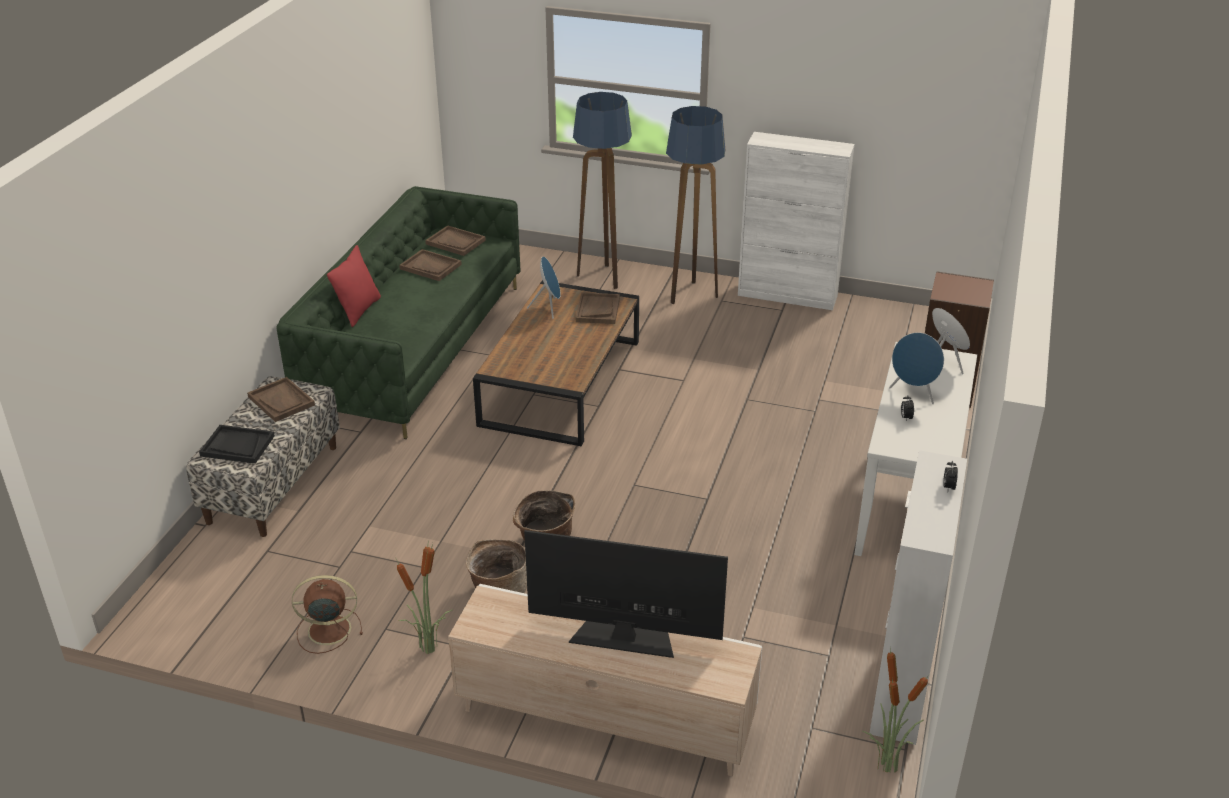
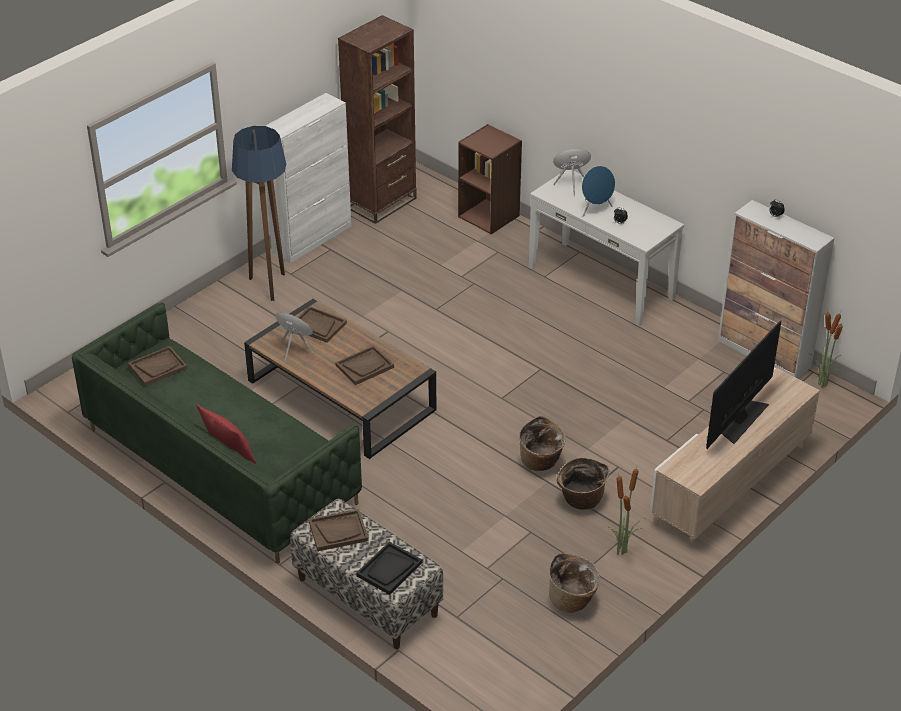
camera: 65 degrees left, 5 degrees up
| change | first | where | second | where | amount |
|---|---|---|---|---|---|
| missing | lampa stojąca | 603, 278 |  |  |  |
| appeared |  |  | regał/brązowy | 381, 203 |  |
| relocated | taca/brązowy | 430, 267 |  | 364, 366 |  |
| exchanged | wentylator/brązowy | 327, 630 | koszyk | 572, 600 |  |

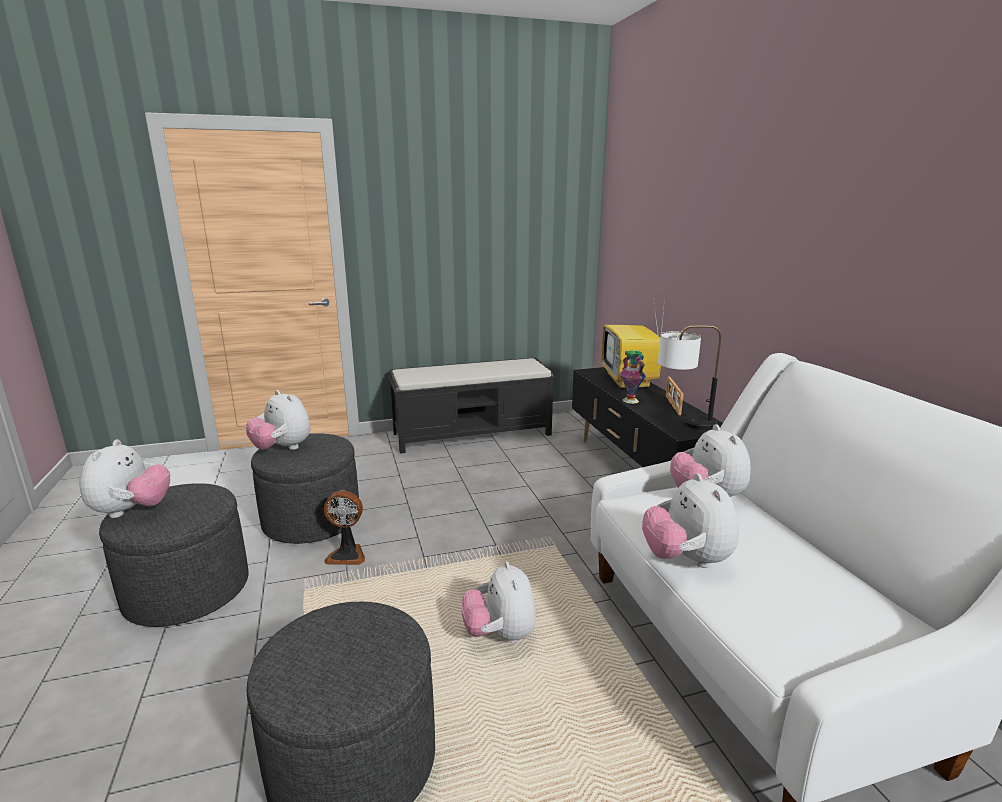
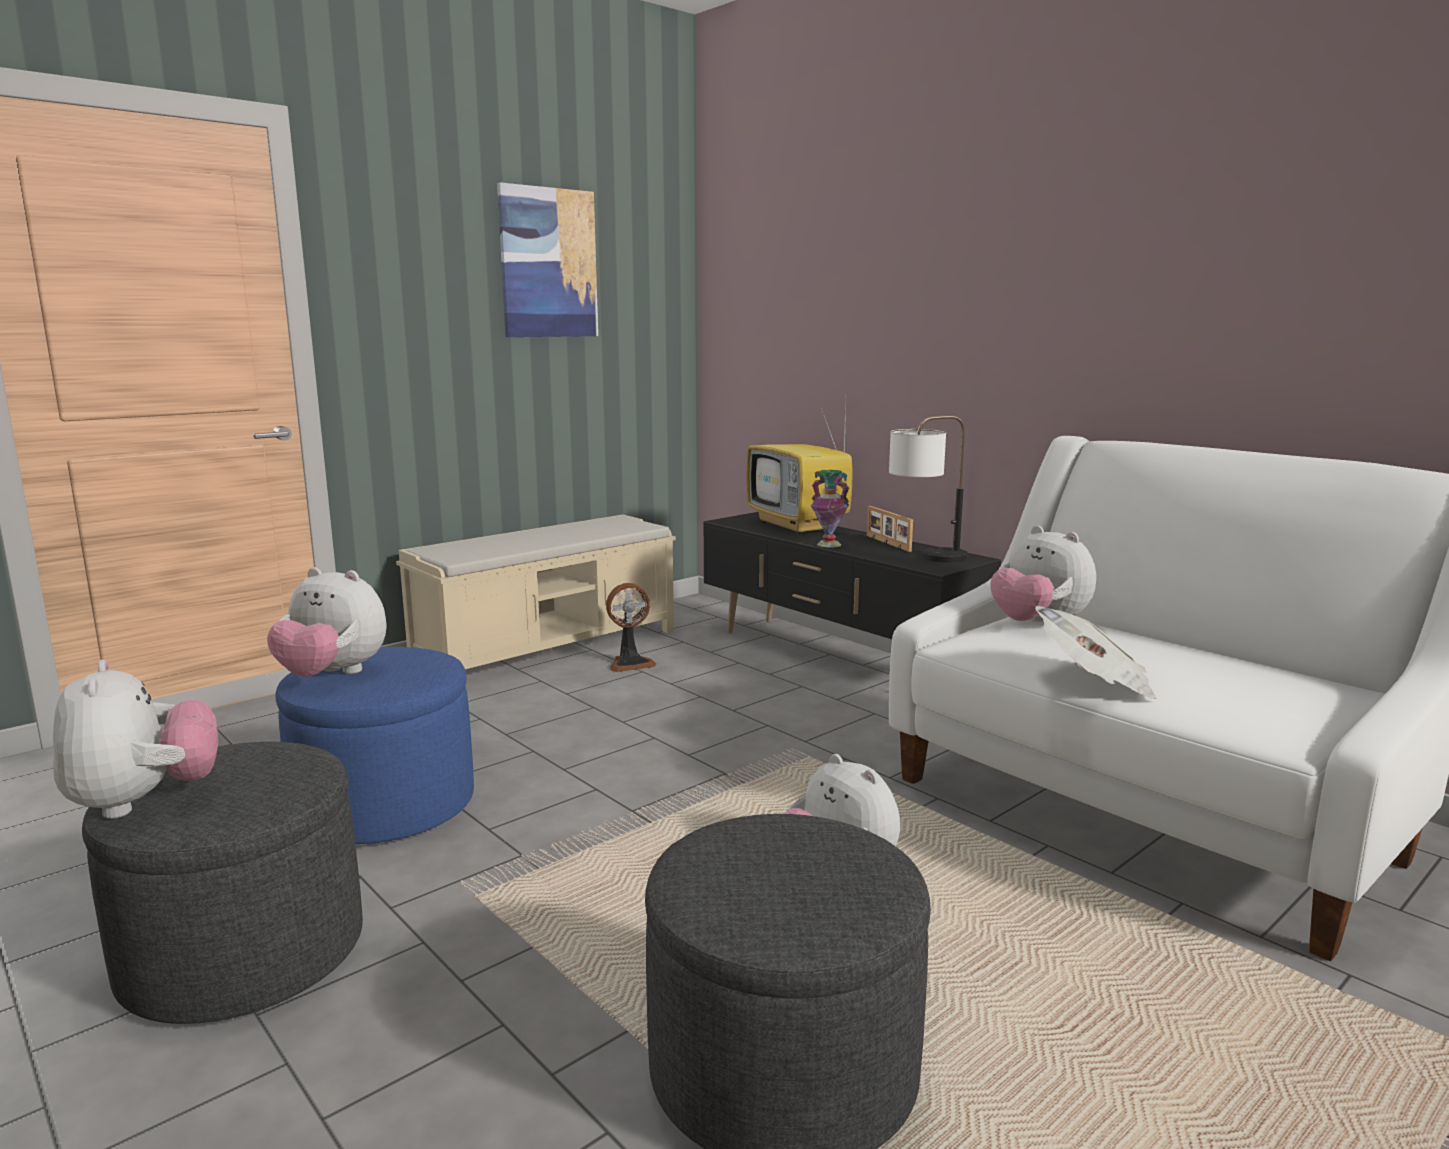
camera: 25 degrees left, 5 degrees down
| change | first | where | second | where | amount |
|---|---|---|---|---|---|
| appeared |  |  | obraz | 548, 263 |  |
| relocated | wentylator | 347, 555 |  | 630, 663 |  |
| exchanged | pluszak | 686, 560 | gazeta | 1094, 682 |  |
| colour | pufa/szary | 312, 520 | pufa/niebieski | 385, 805 |  |
| colour | ławka/czarny | 473, 434 | ławka/beżowy | 549, 647 |  |

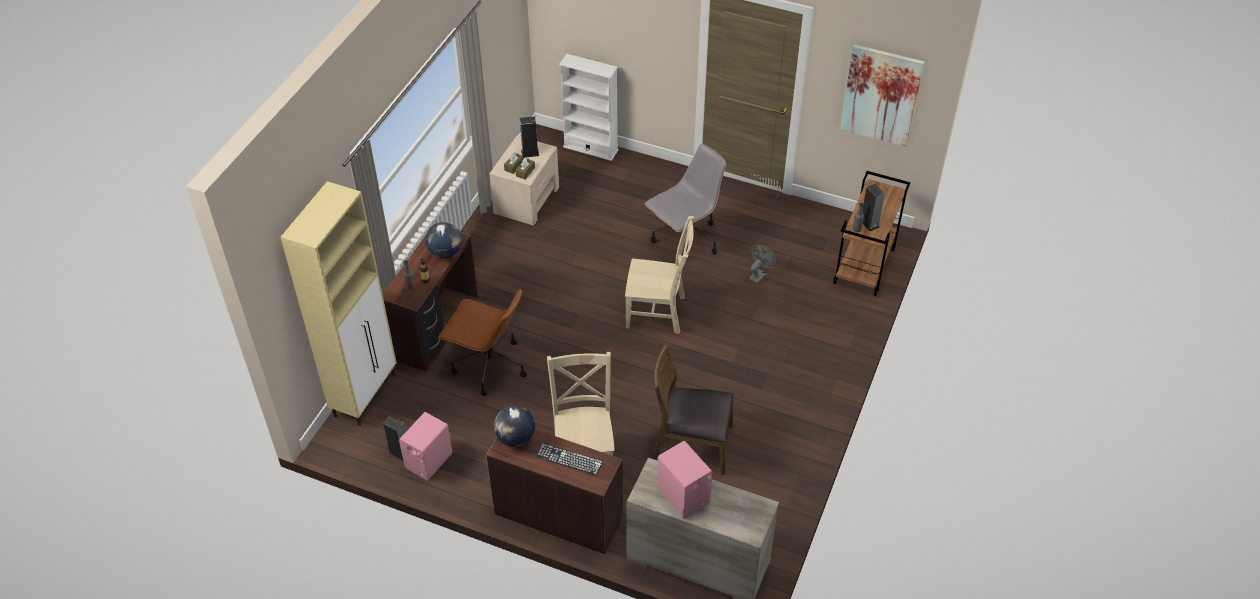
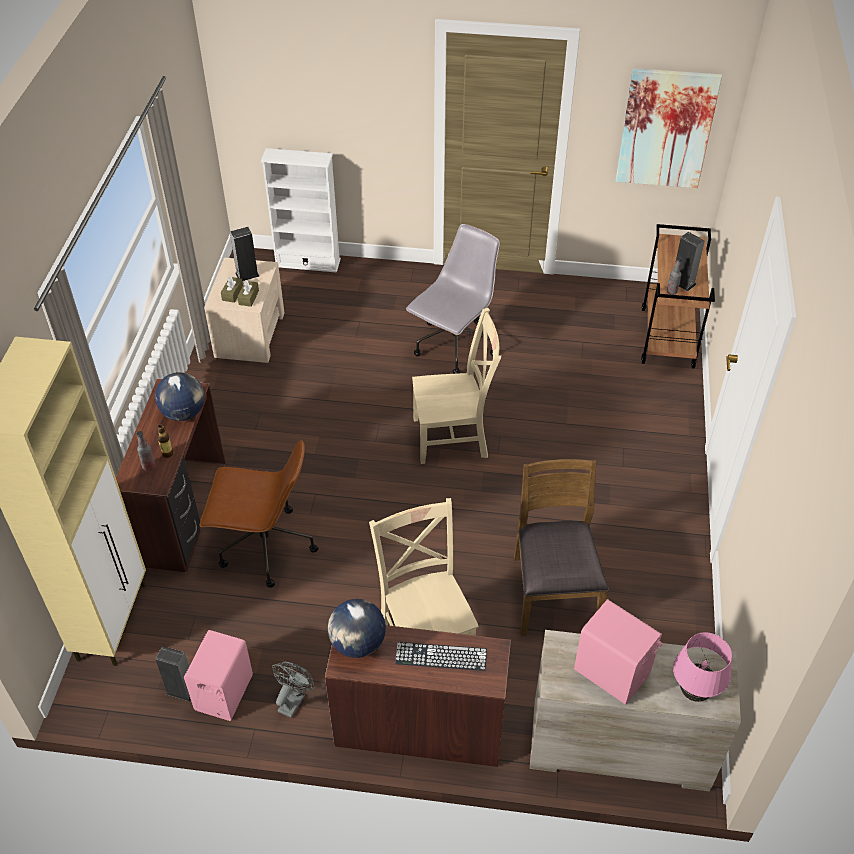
camera: 15 degrees left, 0 degrees up
| change | first | where | second | where | amount |
|---|---|---|---|---|---|
| appeared |  |  | lampa stołowa/różowy | 694, 693 |  |
| relocated | wentylator/szary | 759, 275 |  | 293, 700 |  |
| spun | krzesło/brązowy | 692, 444 |  | 553, 592 | 90 degrees clockwise |

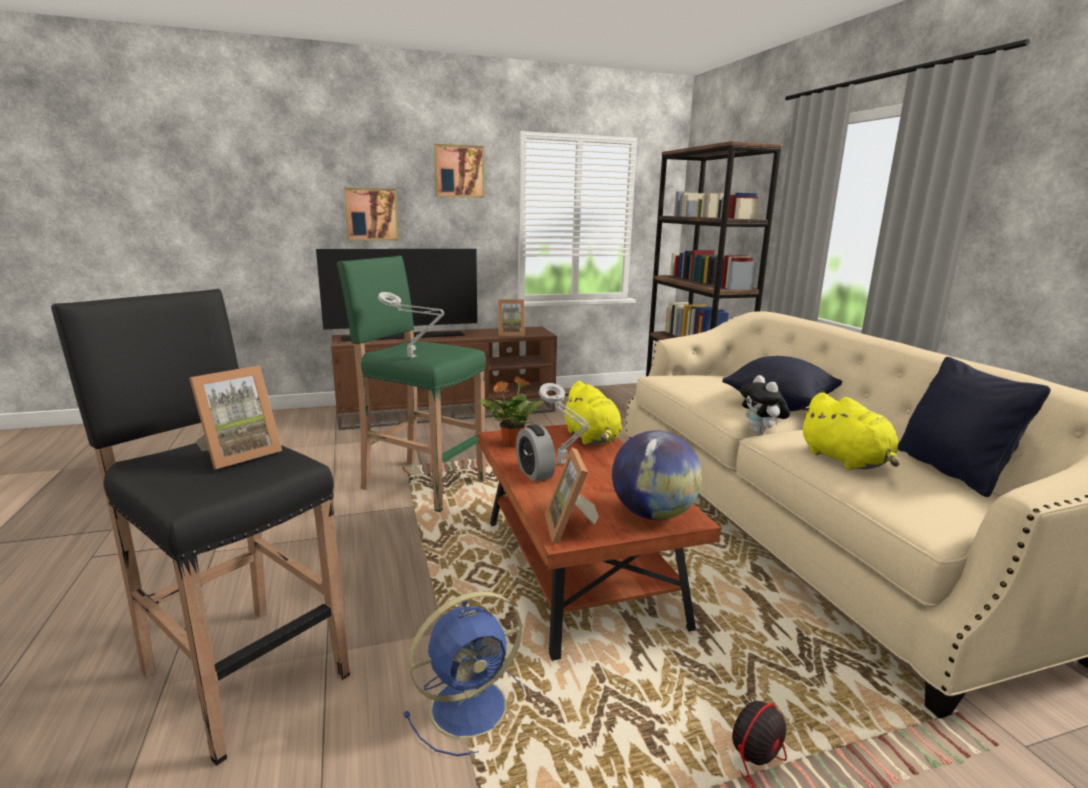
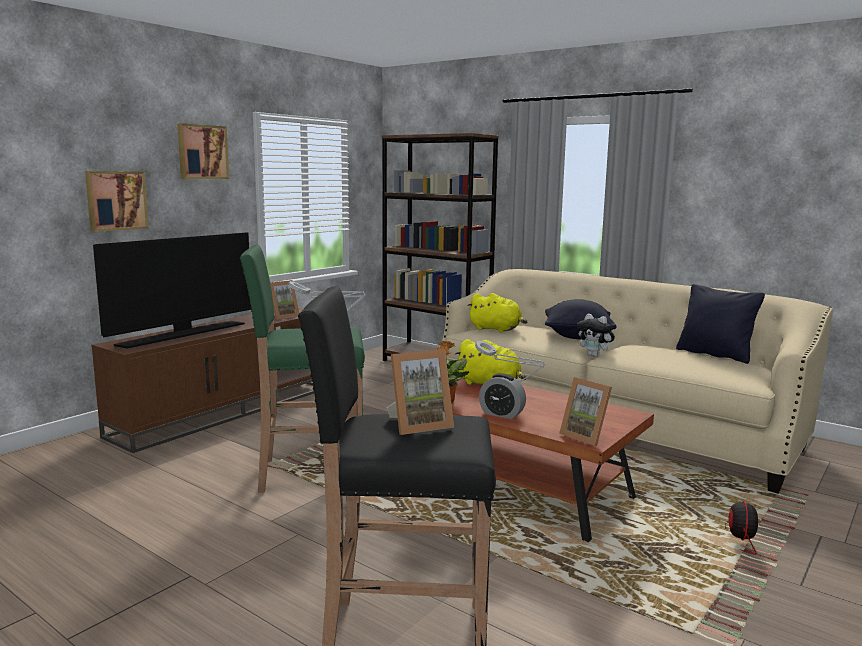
camera: 35 degrees left, 5 degrees down
| change | first | where | second | where | amount |
|---|---|---|---|---|---|
| missing | wentylator/niebieski | 472, 706 |  |  |  |
| missing | globus | 653, 514 |  |  |  |
| relocated | pluszak/żółty | 846, 461 |  | 497, 329 |  |
| spun | ramka na zdjęcie | 239, 454 |  | 418, 424 | 60 degrees clockwise |

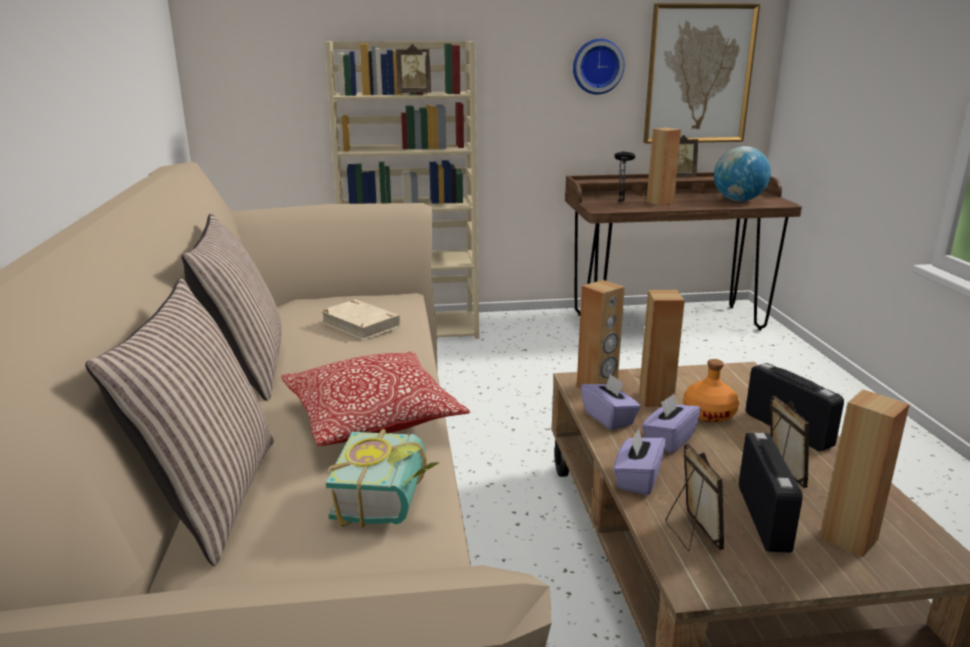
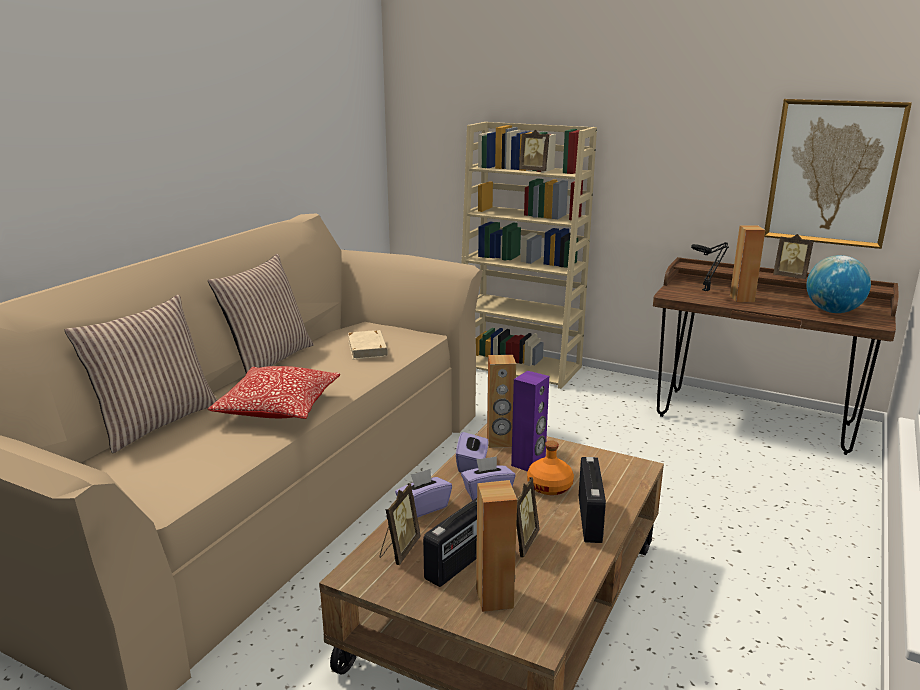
camera: 35 degrees right, 0 degrees up
| change | first | where | second | where | amount |
|---|---|---|---|---|---|
| missing | książka | 391, 499 |  |  |  |
| missing | zegar ścienny | 597, 66 |  |  |  |
| colour | głośnik/brązowy | 656, 399 | głośnik/fioletowy | 528, 464 |  |

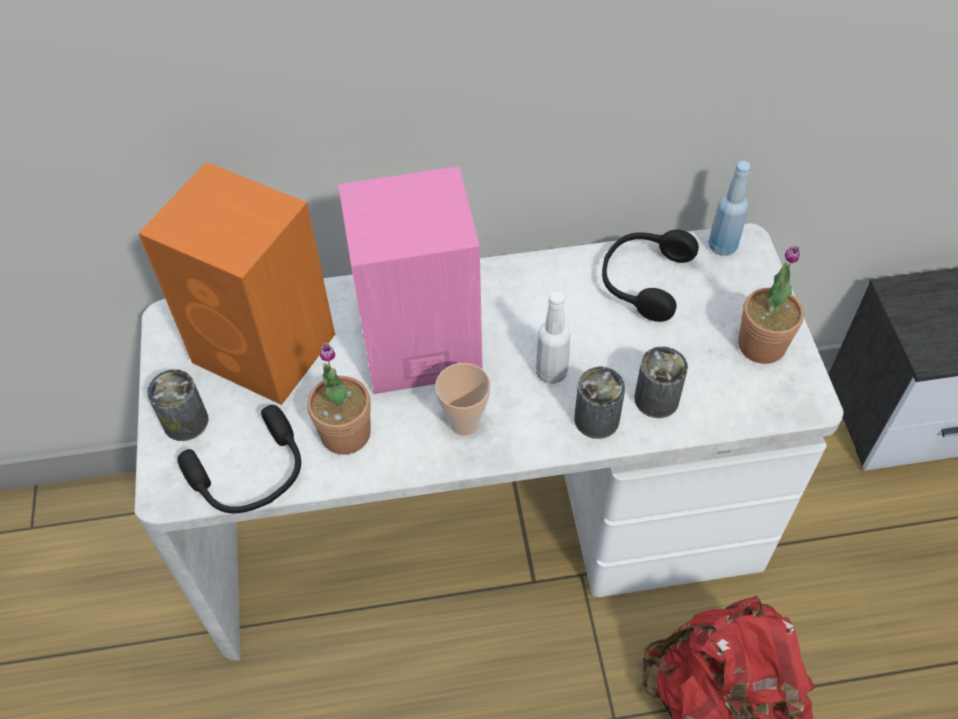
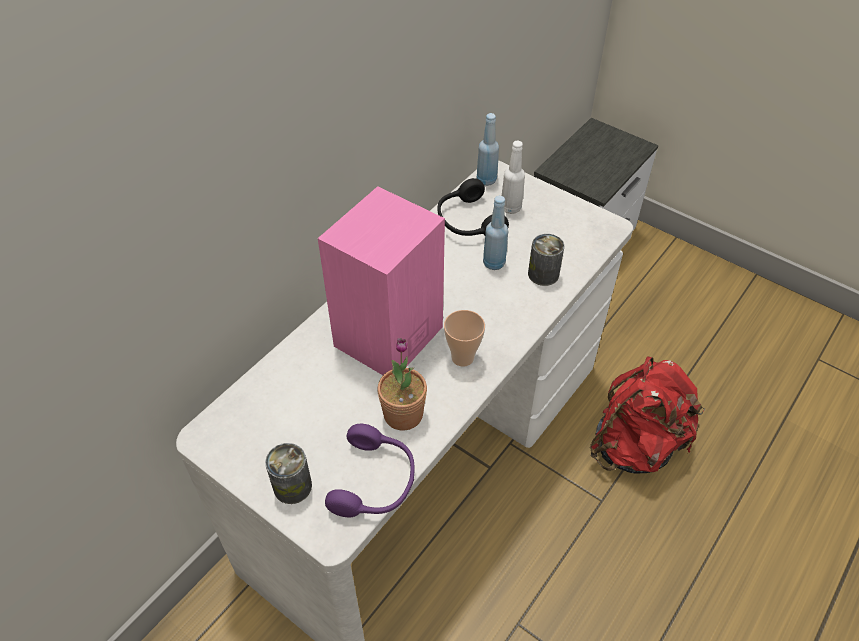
camera: 45 degrees left, 5 degrees down
| change | first | where | second | where | amount |
|---|---|---|---|---|---|
| missing | głośnik/pomarańczowy | 267, 350 |  |  |  |
| missing | puszka | 596, 419 |  |  |  |
| missing | roślina doniczkowa | 761, 345 |  |  |  |
| appeared |  |  | butelka/niebieski | 494, 263 |  |
| relocated | butelka/biały | 551, 372 |  | 510, 208 |  |
| colour | słuchawki/czarny | 252, 476 | słuchawki/fioletowy | 375, 482 |  |

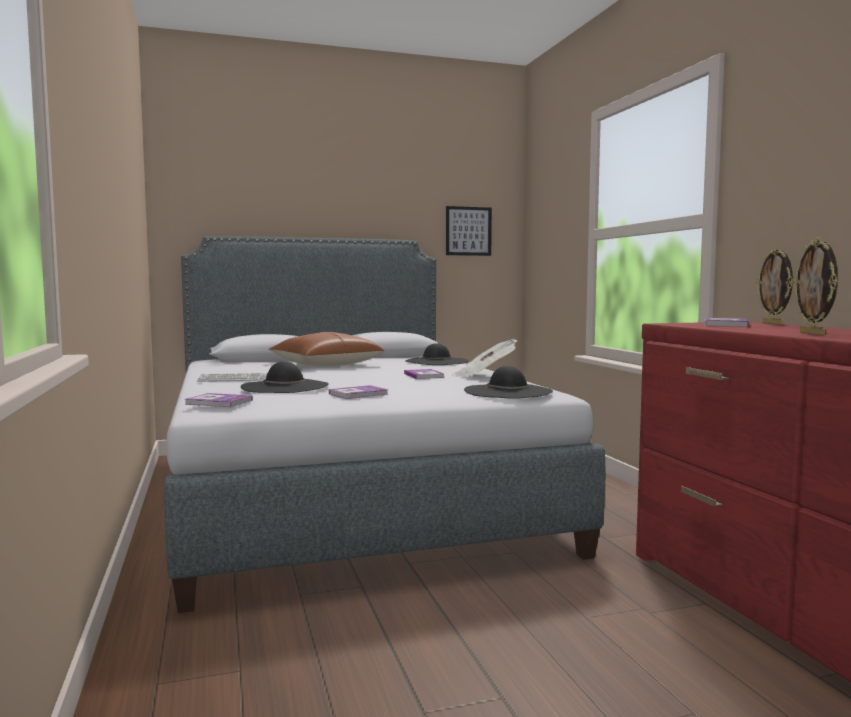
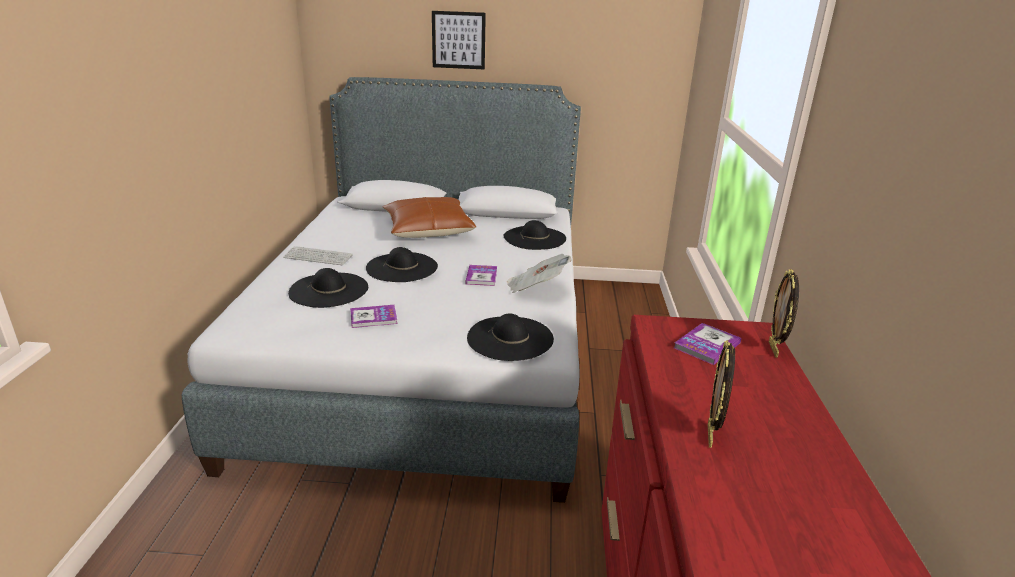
camera: 20 degrees right, 20 degrees up
| change | first | where | second | where | amount |
|---|---|---|---|---|---|
| missing | książka | 219, 402 |  |  |  |
| appeared |  |  | kapelusz/czarny | 402, 267 |  |
| relocated | obraz | 468, 231 |  | 458, 40 |  |

